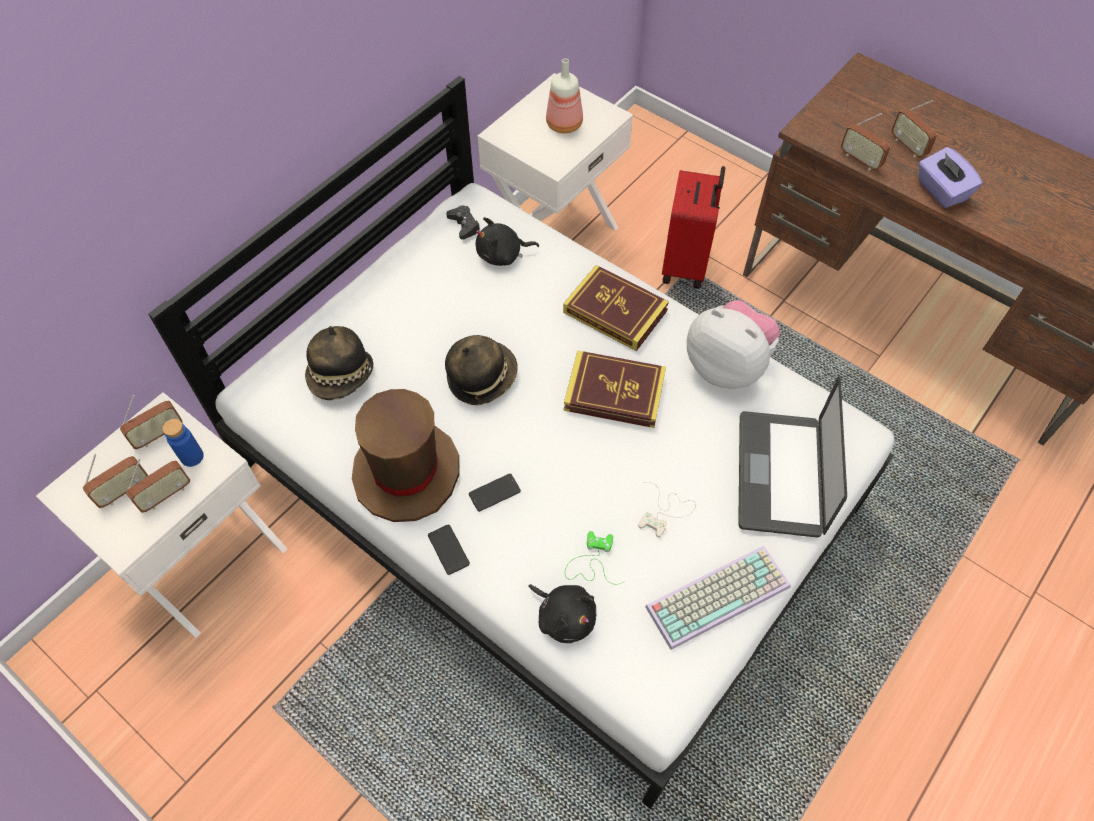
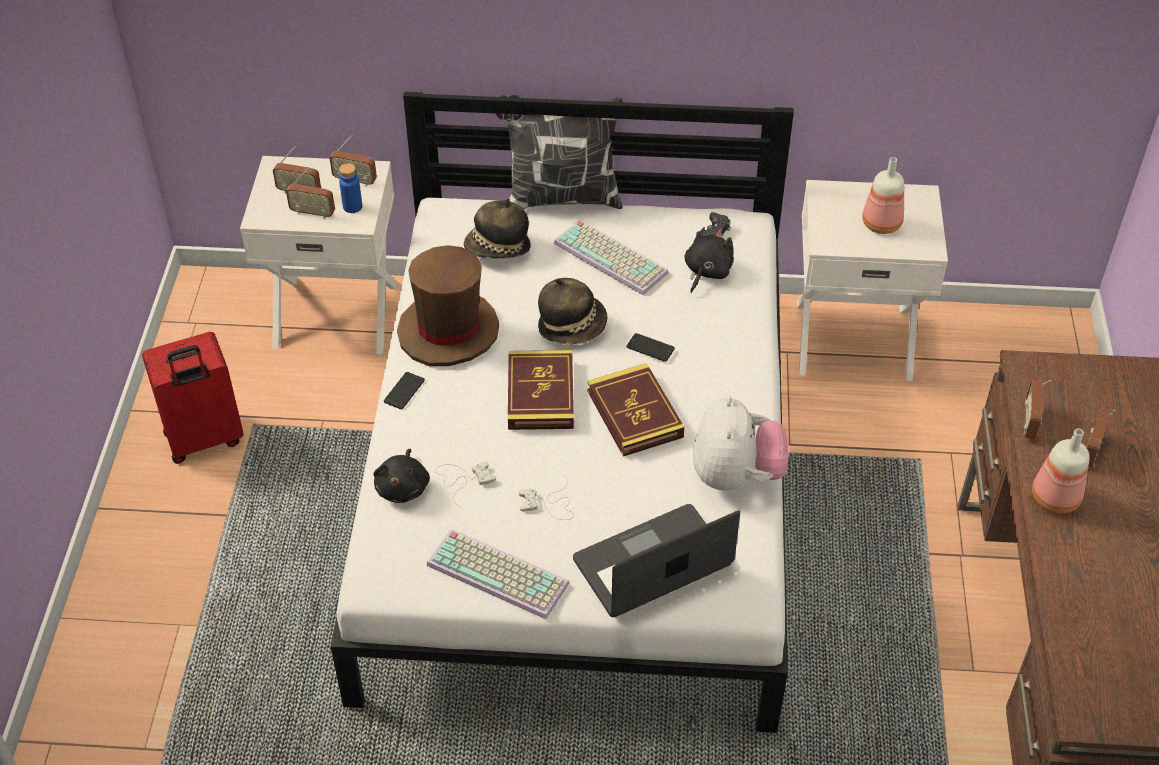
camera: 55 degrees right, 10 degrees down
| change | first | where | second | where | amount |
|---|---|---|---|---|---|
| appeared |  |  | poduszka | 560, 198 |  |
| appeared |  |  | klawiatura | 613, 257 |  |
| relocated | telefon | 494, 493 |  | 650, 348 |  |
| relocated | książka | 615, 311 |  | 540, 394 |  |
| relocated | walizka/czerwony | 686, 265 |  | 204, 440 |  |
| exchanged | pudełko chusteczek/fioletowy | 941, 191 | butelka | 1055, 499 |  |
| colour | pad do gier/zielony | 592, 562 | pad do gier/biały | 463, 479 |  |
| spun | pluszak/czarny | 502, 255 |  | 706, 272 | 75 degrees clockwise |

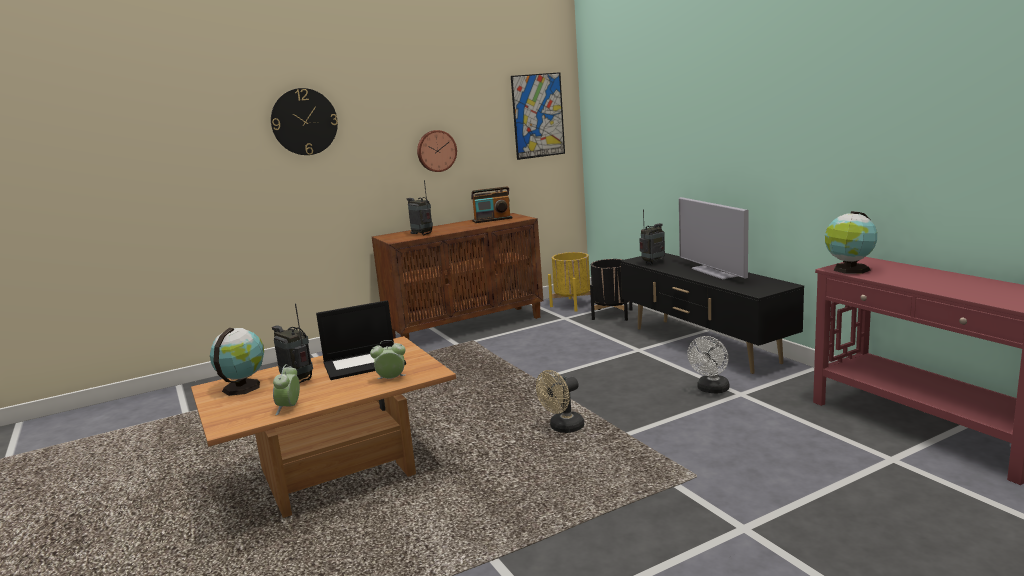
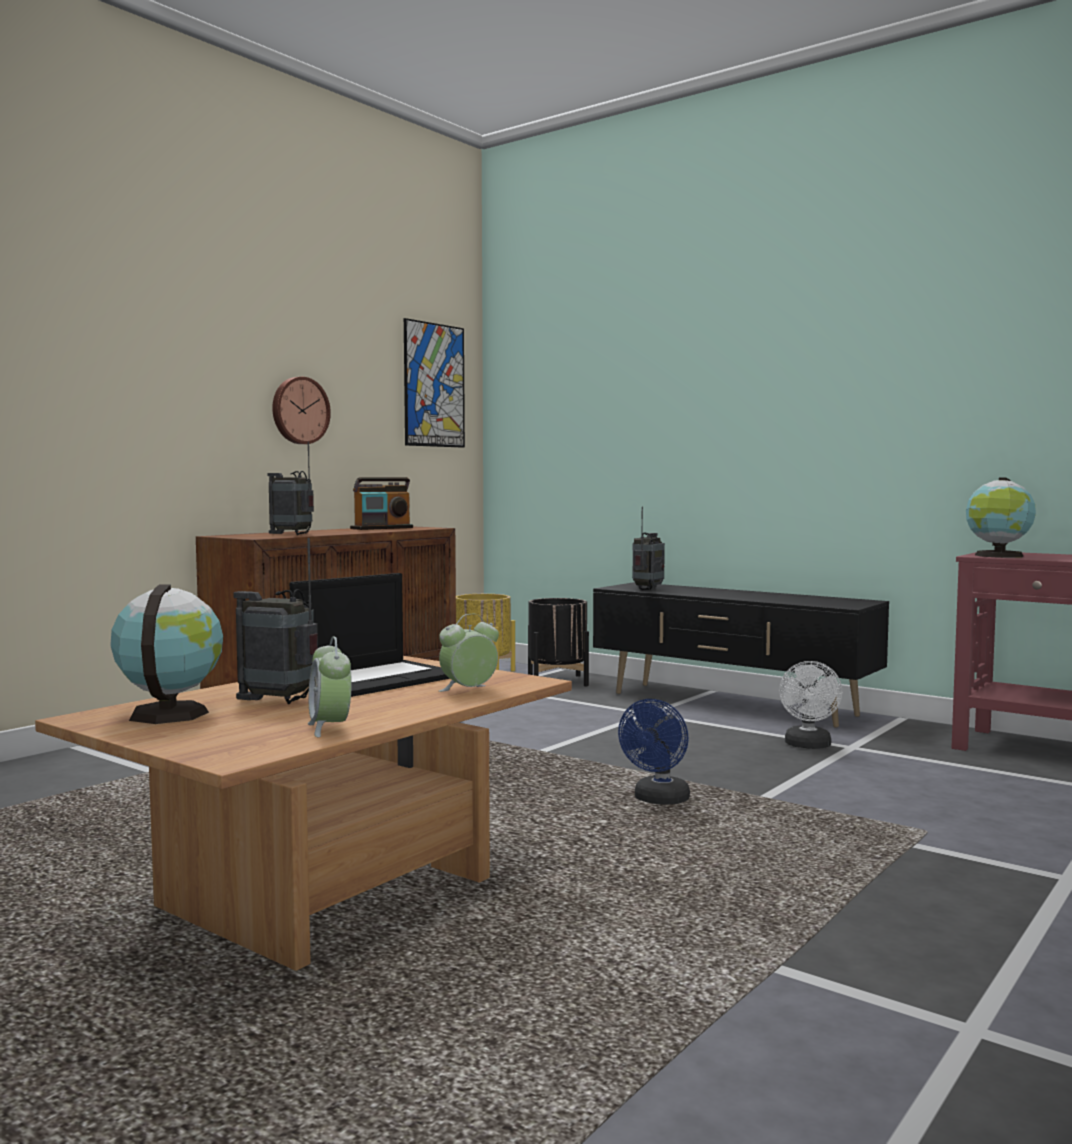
camera: 25 degrees left, 10 degrees down
| change | first | where | second | where | amount |
|---|---|---|---|---|---|
| missing | zegar ścienny | 304, 122 |  |  |  |
| missing | telewizor | 714, 272 |  |  |  |
| colour | wentylator/beżowy | 562, 428 | wentylator/niebieski | 658, 801 |  |

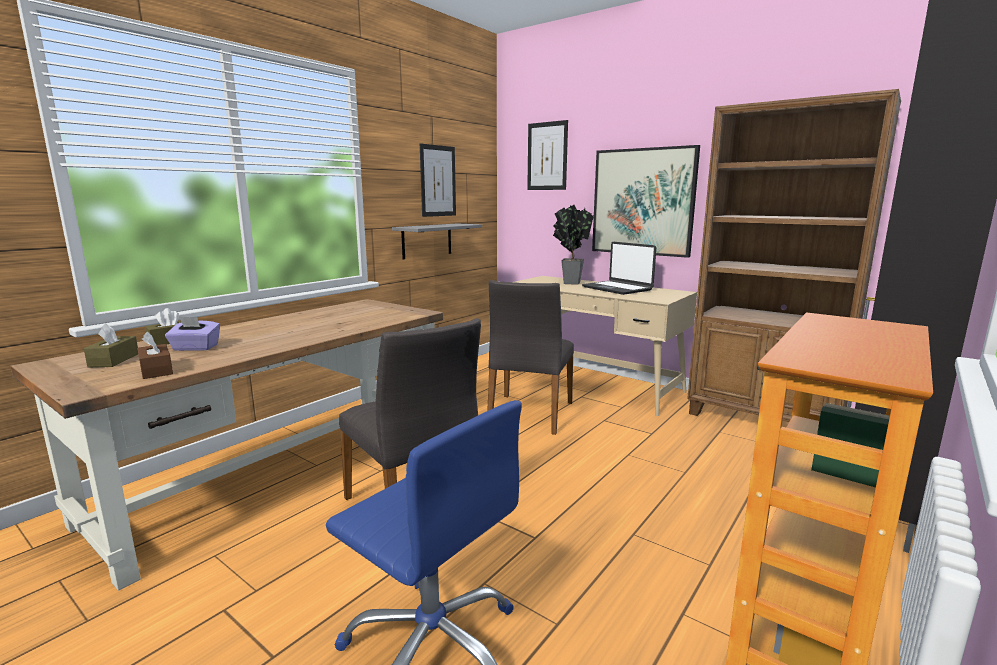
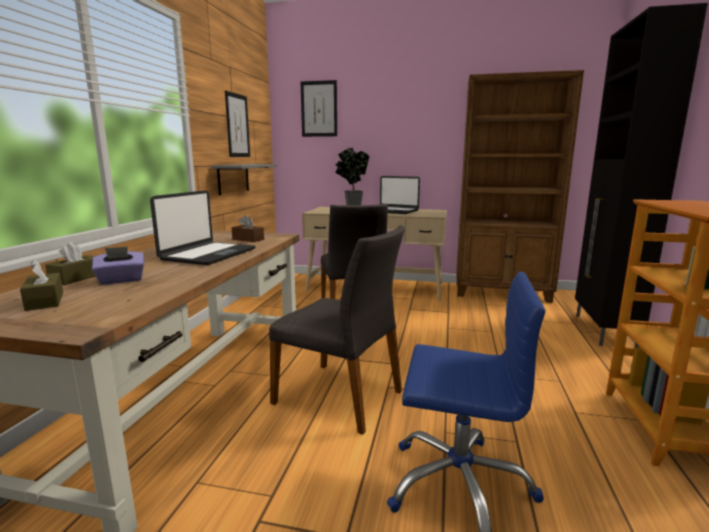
camera: 25 degrees left, 0 degrees up
| change | first | where | second | where | amount |
|---|---|---|---|---|---|
| missing | obraz | 643, 202 |  |  |  |
| appeared |  |  | laptop | 208, 254 |  |
| relocated | pudełko chusteczek/brązowy | 156, 370 |  | 248, 239 |  |

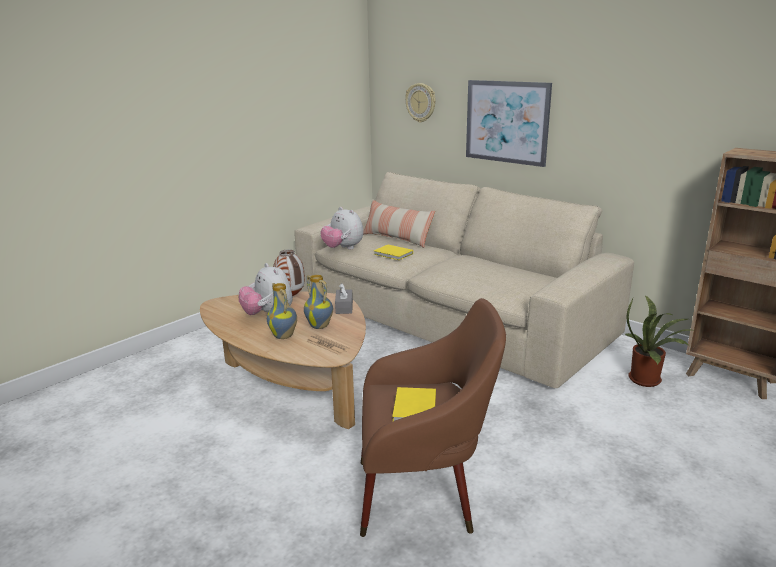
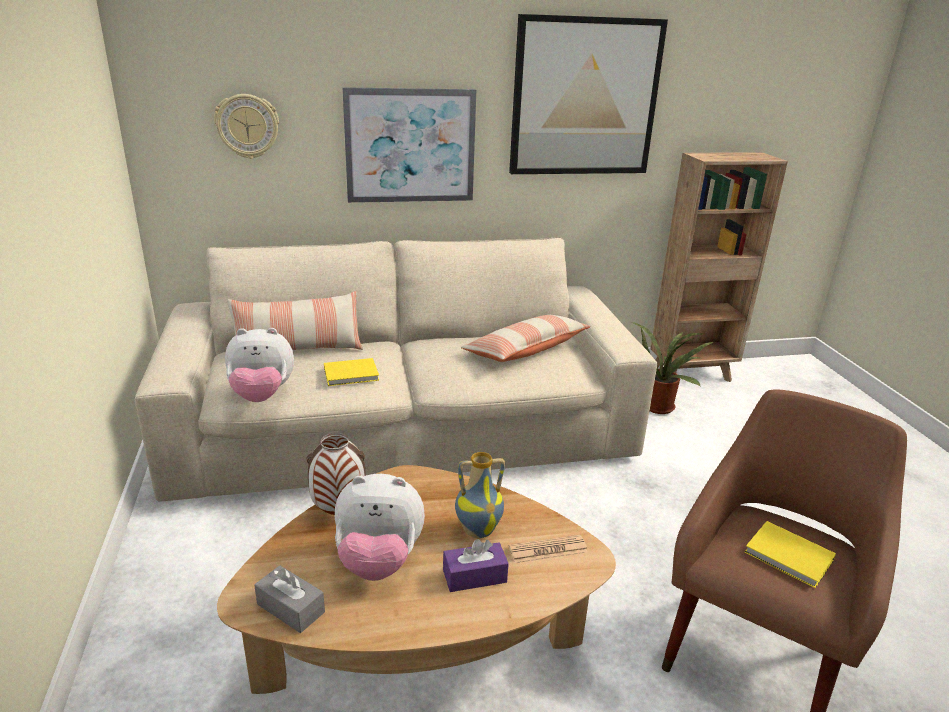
camera: 55 degrees left, 5 degrees up
| change | first | where | second | where | amount |
|---|---|---|---|---|---|
| appeared |  |  | poduszka | 526, 350 |  |
| appeared |  |  | obraz | 584, 97 |  |
| relocated | pudełko chusteczek/szary | 344, 307 |  | 291, 608 |  |
| exchanged | wazon | 284, 336 | pudełko chusteczek/fioletowy | 474, 576 |  |

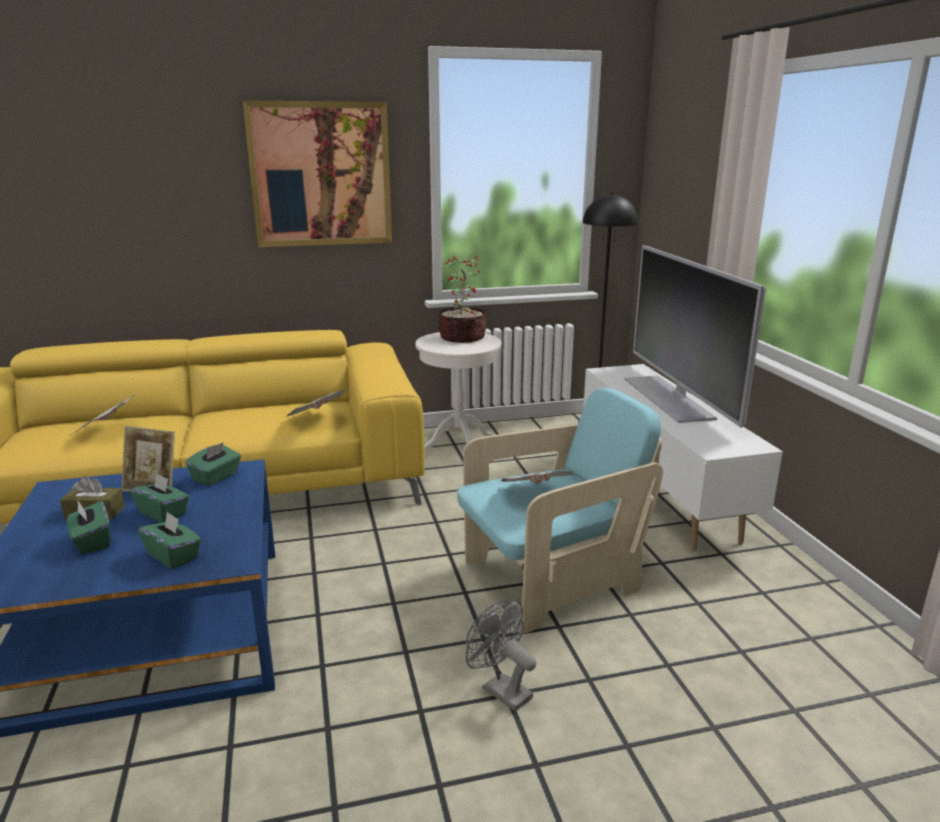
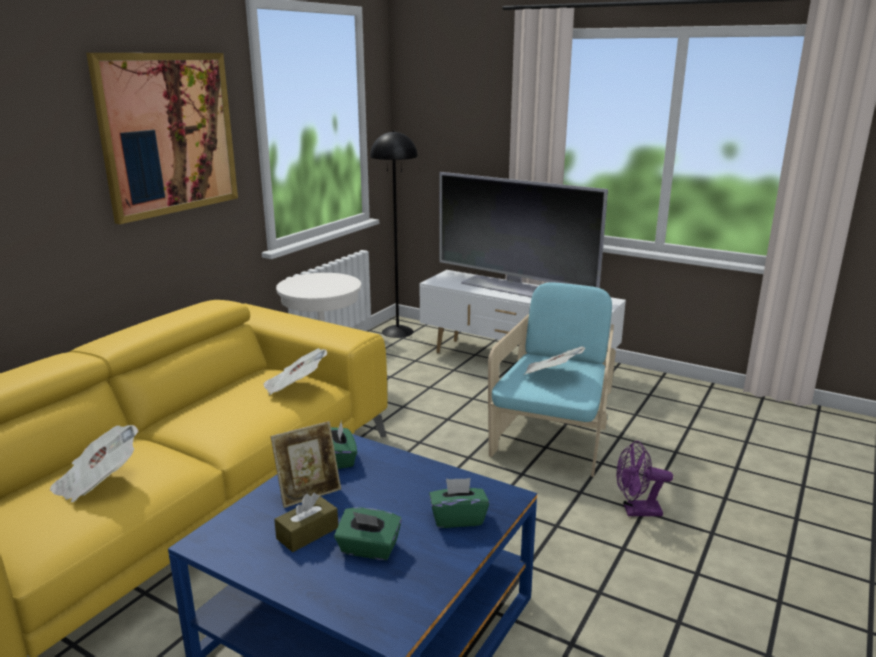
camera: 45 degrees left, 0 degrees up
| change | first | where | second | where | amount |
|---|---|---|---|---|---|
| missing | pudełko chusteczek/zielony | 163, 513 |  |  |  |
| missing | roślina doniczkowa | 462, 337 |  |  |  |
| colour | wentylator/szary | 500, 689 | wentylator/fioletowy | 636, 511 |  |

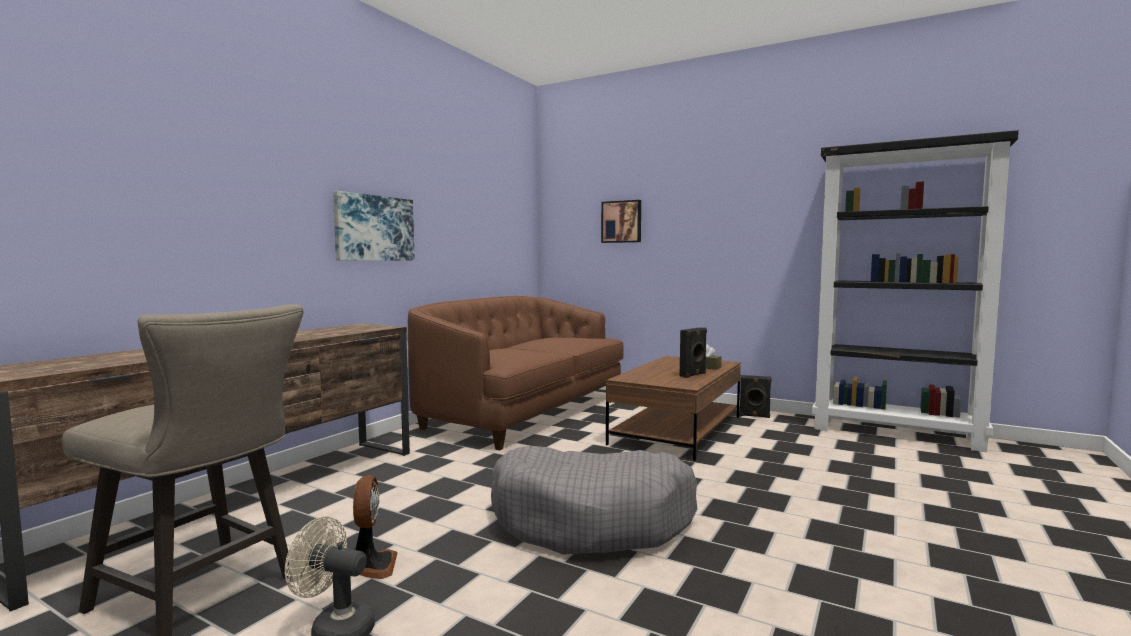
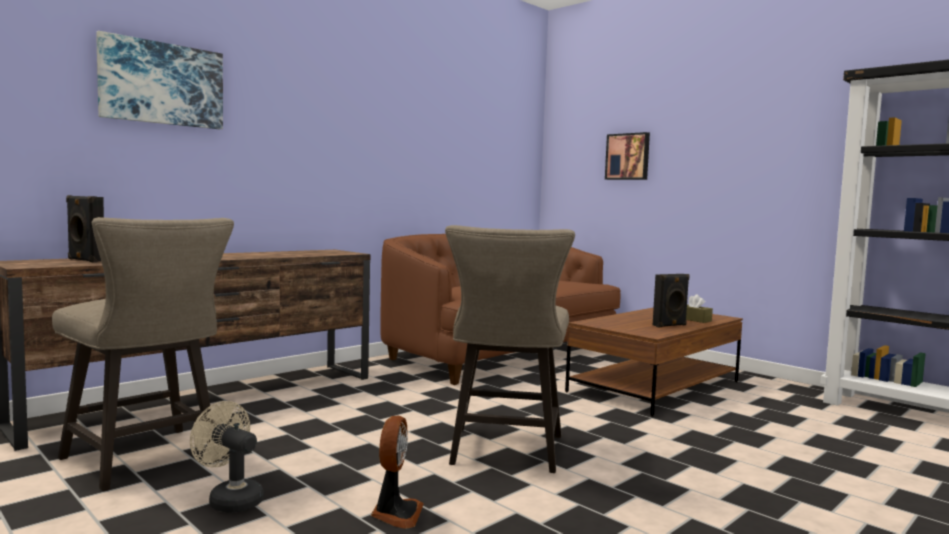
camera: 15 degrees right, 0 degrees up
| change | first | where | second | where | amount |
|---|---|---|---|---|---|
| relocated | obraz | 374, 228 |  | 162, 84 |  |
| relocated | wentylator | 372, 566 |  | 396, 513 |  |
| relocated | głośnik/czarny | 754, 416 |  | 85, 260 |  |
| exchanged | legowisko/szary | 592, 520 | stołek/beżowy | 505, 453 |  |

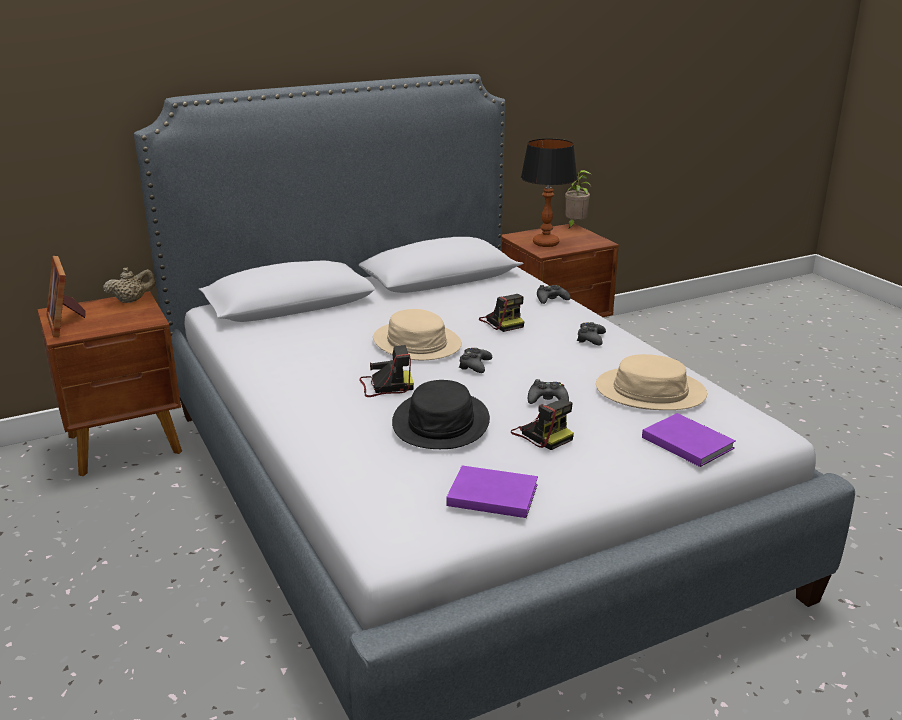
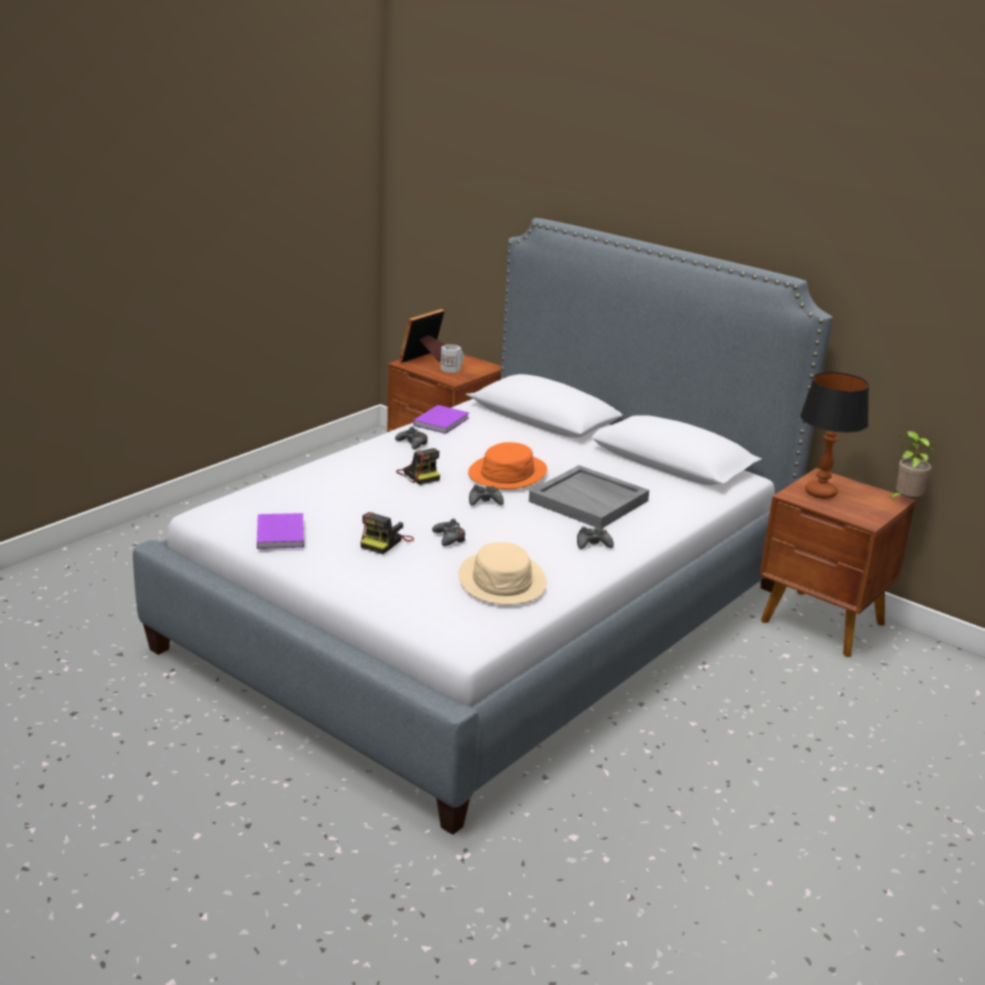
camera: 65 degrees right, 0 degrees up
| change | first | where | second | where | amount |
|---|---|---|---|---|---|
| missing | imbryk/beżowy | 132, 300 |  |  |  |
| missing | kapelusz/czarny | 441, 422 |  |  |  |
| appeared |  |  | kubek/biały | 451, 369 |  |
| relocated | pad do gier/czarny | 551, 299 |  | 412, 443 |  |
| relocated | książka/fioletowy | 686, 441 |  | 443, 421 |  |
| exchanged | aparat fotograficzny | 502, 322 | taca/szary | 590, 501 |  |
| colour | kapelusz/beżowy | 416, 343 | kapelusz/pomarańczowy | 507, 473 |  |

